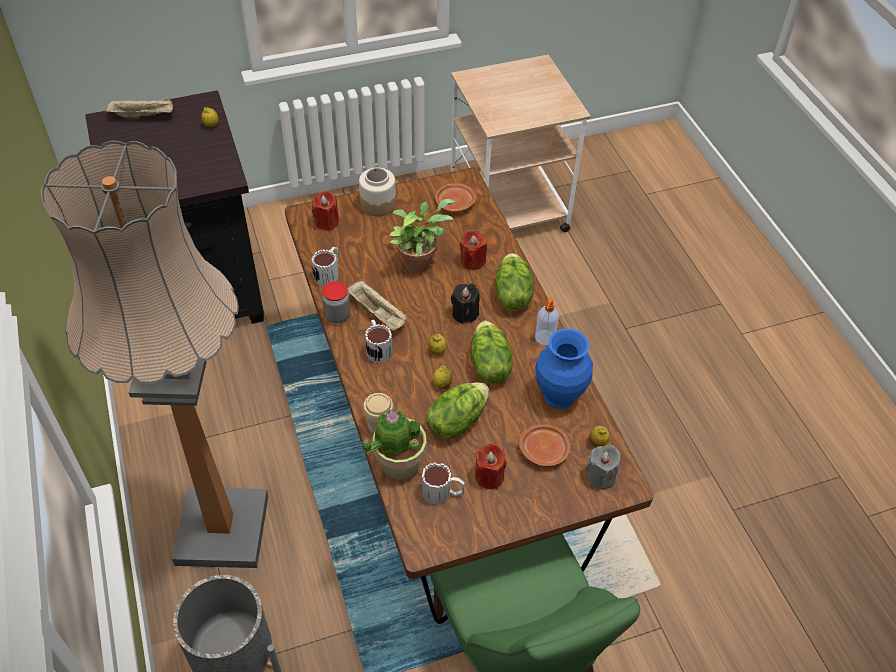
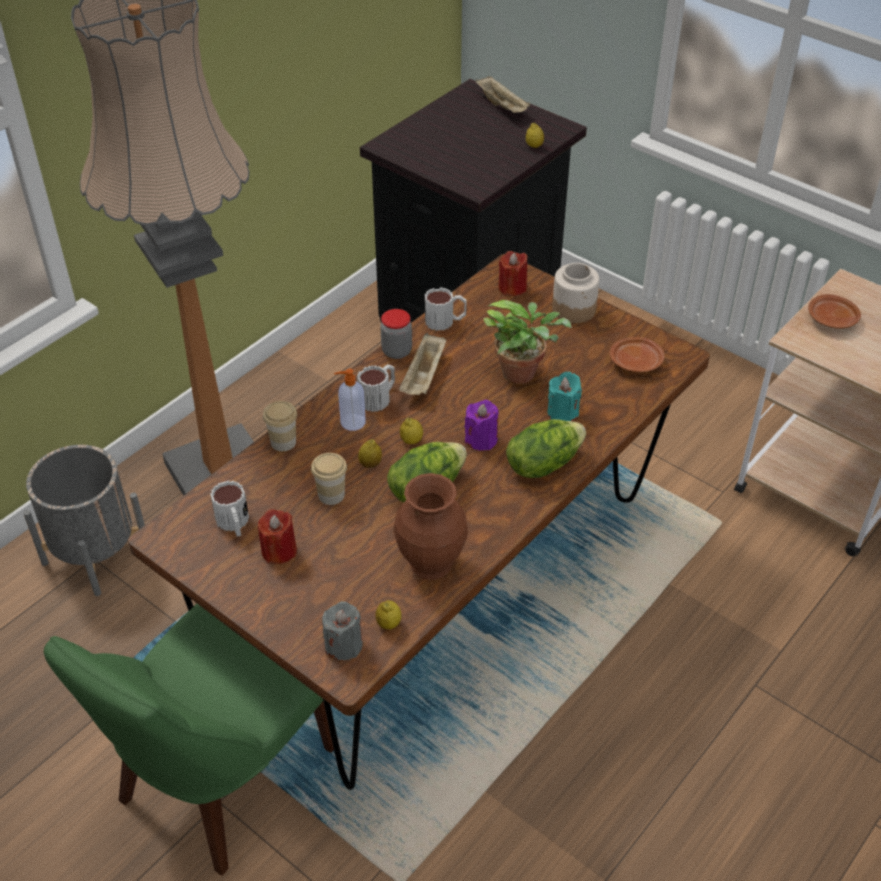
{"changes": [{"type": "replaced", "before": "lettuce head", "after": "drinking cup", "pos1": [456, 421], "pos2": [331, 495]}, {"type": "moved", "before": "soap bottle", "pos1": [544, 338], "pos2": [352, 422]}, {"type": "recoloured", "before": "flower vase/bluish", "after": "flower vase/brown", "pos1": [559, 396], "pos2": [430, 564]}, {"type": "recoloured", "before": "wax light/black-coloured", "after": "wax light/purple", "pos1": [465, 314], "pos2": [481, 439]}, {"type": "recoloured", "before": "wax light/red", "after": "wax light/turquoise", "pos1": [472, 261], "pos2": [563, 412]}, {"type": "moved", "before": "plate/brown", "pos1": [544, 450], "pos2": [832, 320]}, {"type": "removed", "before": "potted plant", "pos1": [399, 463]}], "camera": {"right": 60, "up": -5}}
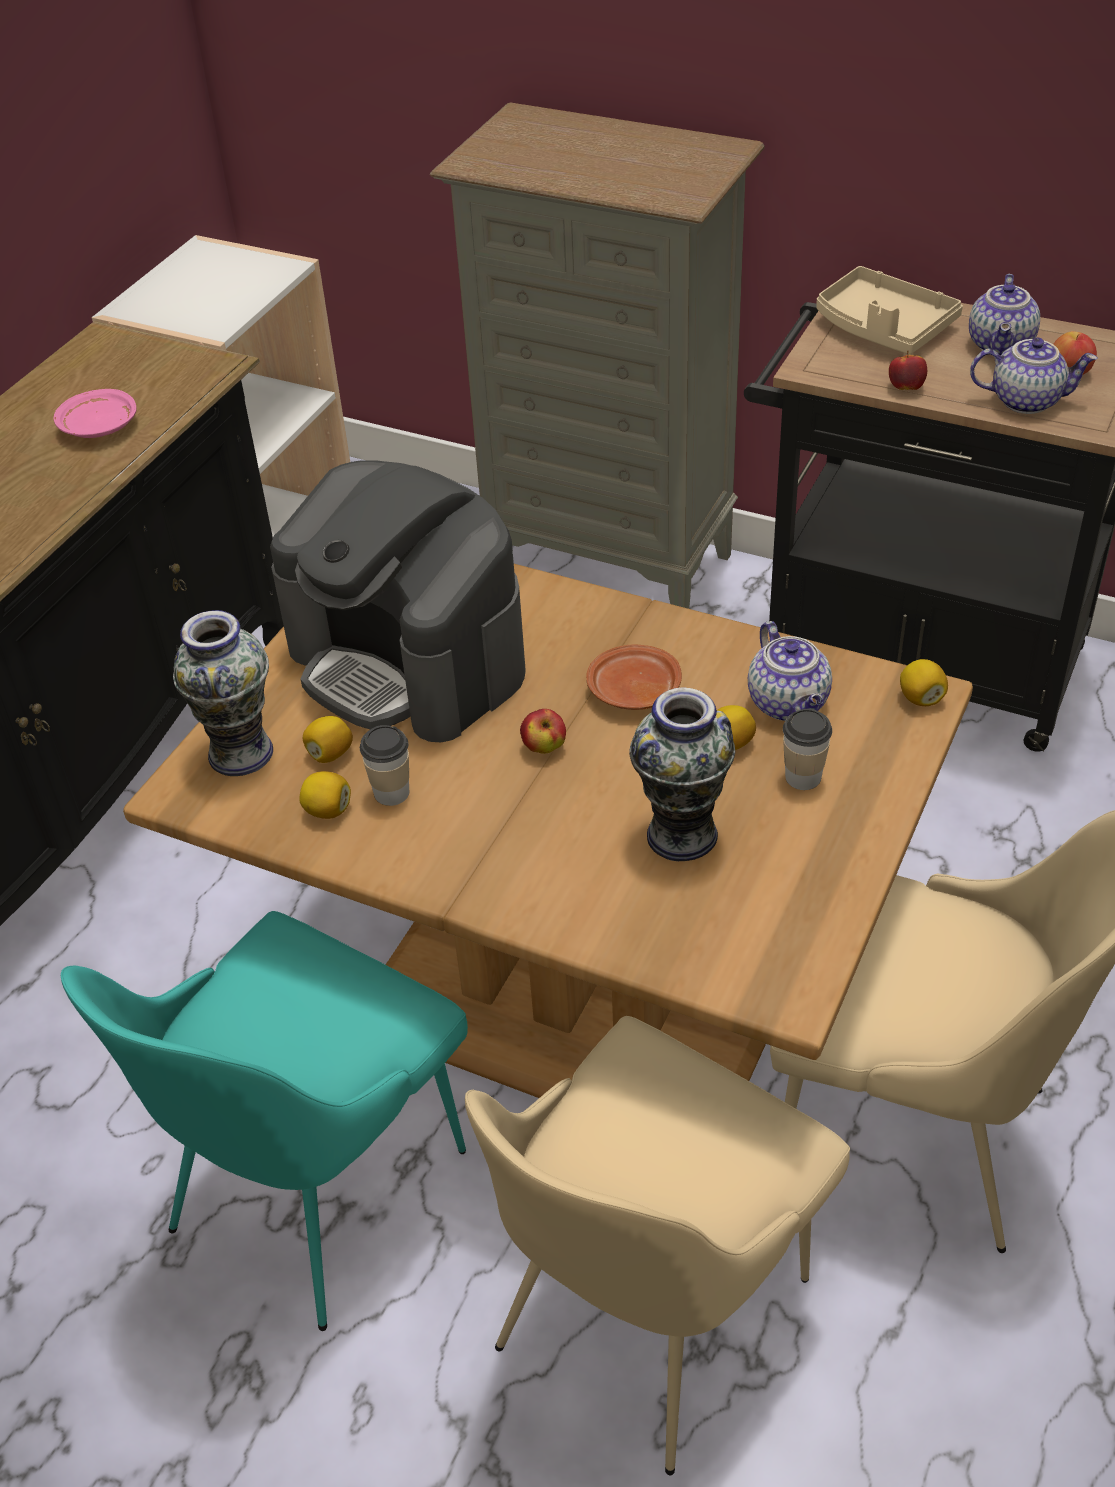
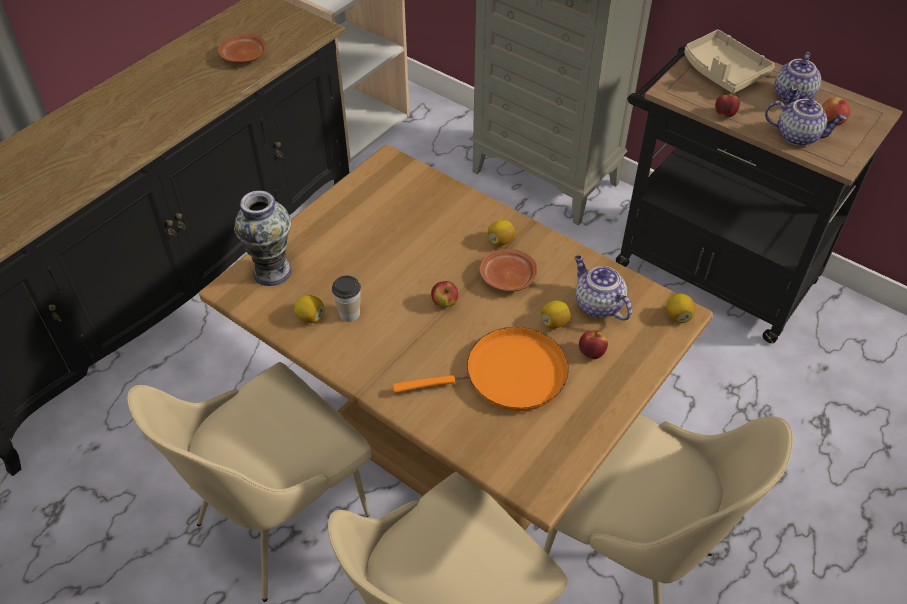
{"changes": [{"type": "recoloured", "before": "plain chair/turquoise", "after": "plain chair/beige-coloured", "pos1": [318, 1193], "pos2": [282, 521]}, {"type": "recoloured", "before": "plate/pinkish", "after": "plate/brown", "pos1": [99, 427], "pos2": [243, 56]}, {"type": "replaced", "before": "flower vase", "after": "frying pan/orangey", "pos1": [682, 835], "pos2": [508, 375]}, {"type": "moved", "before": "citrus fruit", "pos1": [330, 754], "pos2": [500, 241]}, {"type": "turned", "before": "teapot", "pos1": [789, 704], "pos2": [597, 304], "turn": 150}, {"type": "replaced", "before": "drinking cup", "after": "whole apple", "pos1": [803, 777], "pos2": [591, 353]}, {"type": "removed", "before": "coffee machine", "pos1": [409, 661]}], "camera": {"right": 10, "up": 5}}
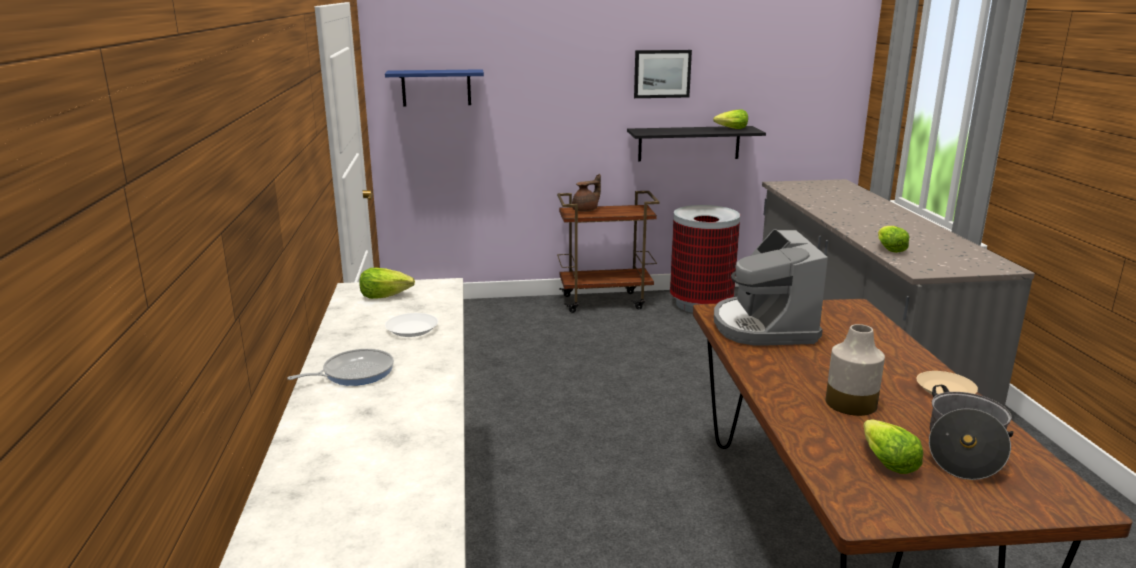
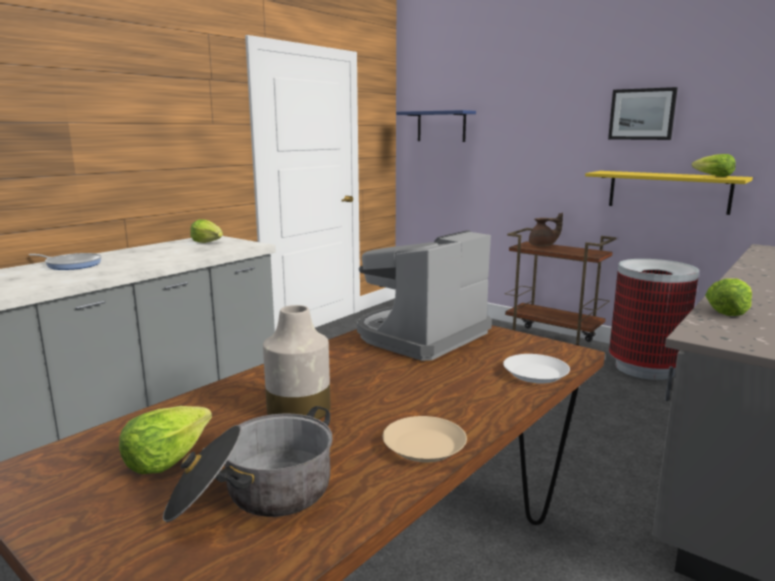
{"changes": [{"type": "moved", "before": "plate/whitish", "pos1": [411, 329], "pos2": [535, 374]}, {"type": "recoloured", "before": "bracket shelf/black-coloured", "after": "bracket shelf/yellow", "pos1": [689, 143], "pos2": [668, 191]}], "camera": {"right": 45, "up": -5}}
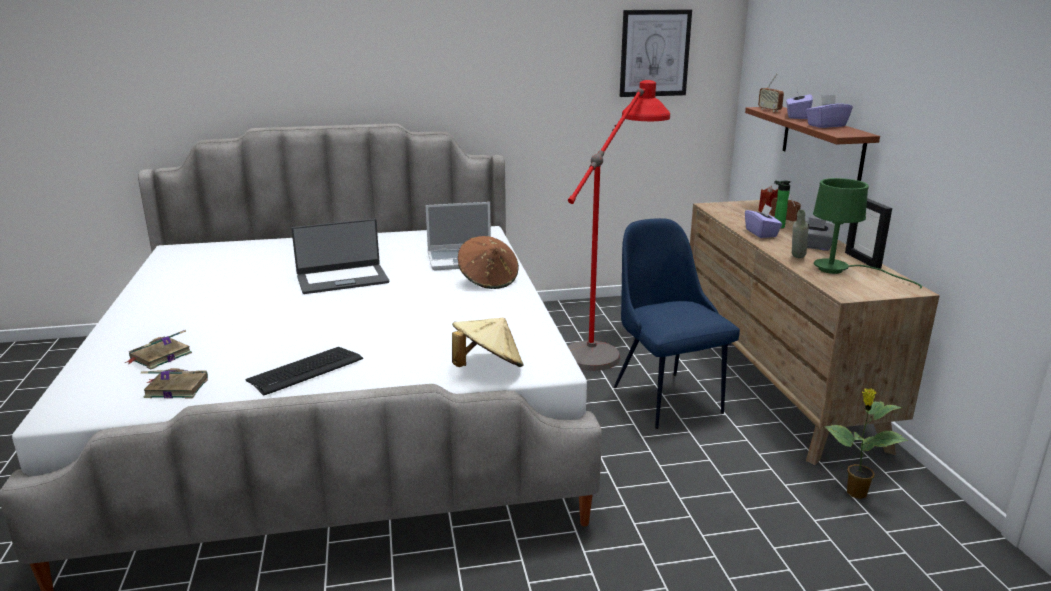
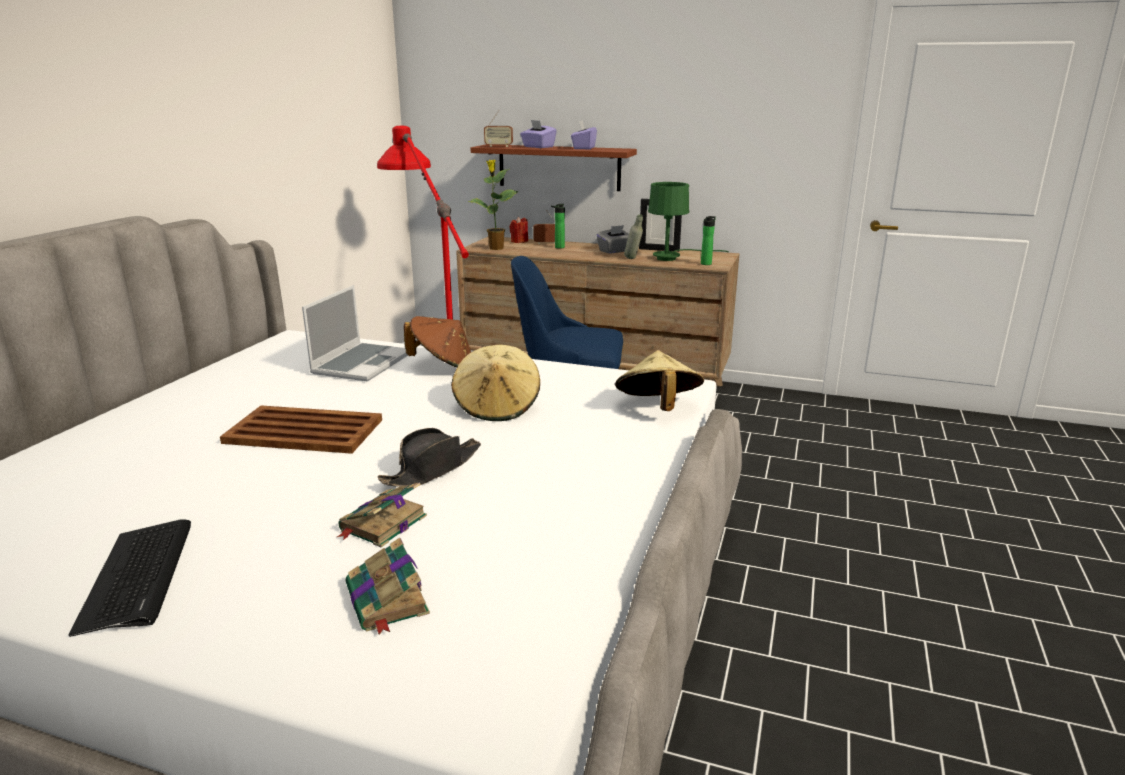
{"changes": [{"type": "moved", "before": "keyboard", "pos1": [305, 371], "pos2": [138, 576]}, {"type": "replaced", "before": "portable computer", "after": "carrying tray/brown", "pos1": [342, 279], "pos2": [303, 431]}, {"type": "moved", "before": "bound book", "pos1": [175, 388], "pos2": [382, 524]}, {"type": "added", "after": "hat/black-coloured", "pos2": [432, 469]}, {"type": "added", "after": "hat/beige-coloured", "pos2": [497, 407]}, {"type": "moved", "before": "potted plant", "pos1": [855, 493], "pos2": [496, 248]}, {"type": "added", "after": "beverage bottle", "pos2": [706, 263]}, {"type": "removed", "before": "wall picture", "pos1": [654, 53]}, {"type": "removed", "before": "tissue holder/purple", "pos1": [761, 233]}], "camera": {"right": -60, "up": 0}}
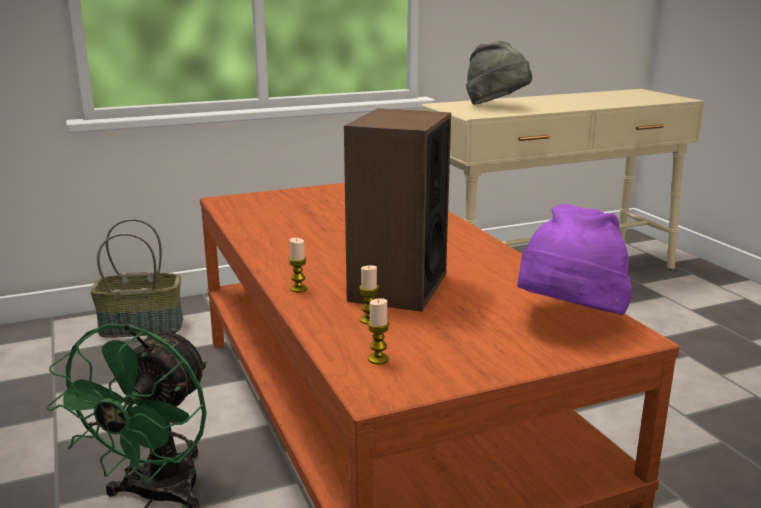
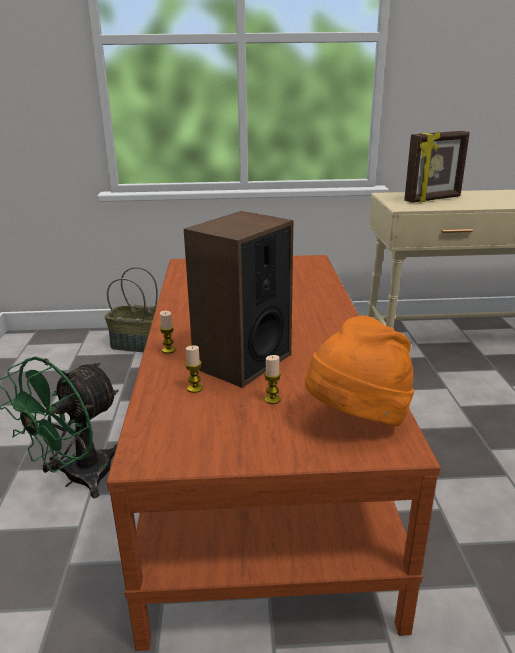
{"changes": [{"type": "moved", "before": "wax light", "pos1": [378, 359], "pos2": [272, 399]}, {"type": "recoloured", "before": "hat/purple", "after": "hat/orangey", "pos1": [568, 320], "pos2": [356, 418]}, {"type": "replaced", "before": "hat/grey", "after": "photo frame", "pos1": [497, 106], "pos2": [433, 199]}], "camera": {"right": 20, "up": 5}}
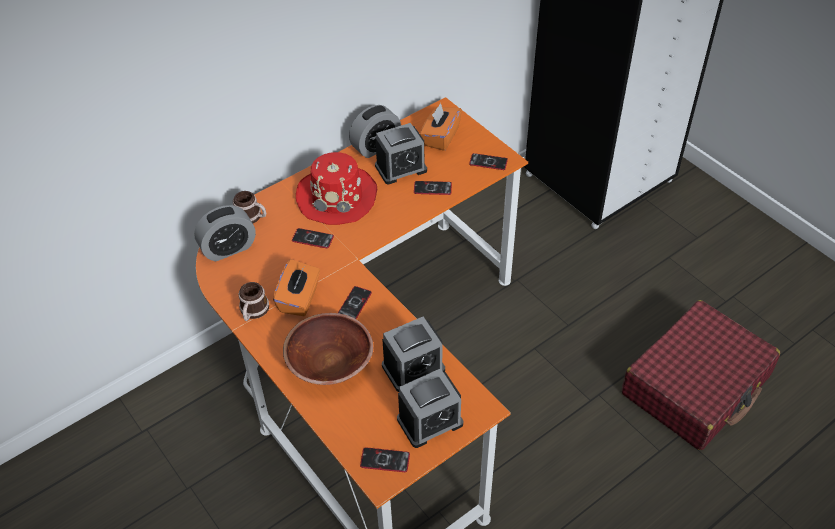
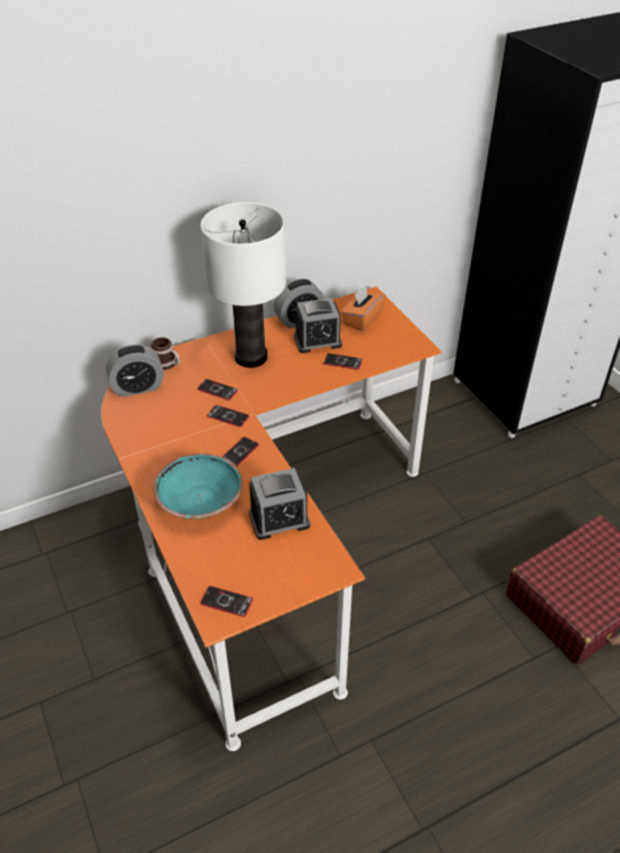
{"changes": [{"type": "recoloured", "before": "deep dish/brown", "after": "deep dish/turquoise", "pos1": [329, 363], "pos2": [199, 502]}, {"type": "replaced", "before": "hat/red", "after": "table lamp/whitish", "pos1": [337, 196], "pos2": [251, 357]}, {"type": "moved", "before": "telephone", "pos1": [488, 162], "pos2": [228, 416]}, {"type": "removed", "before": "tea mug", "pos1": [253, 312]}, {"type": "removed", "before": "tissue holder/orangey", "pos1": [299, 299]}, {"type": "removed", "before": "alarm clock", "pos1": [430, 421]}], "camera": {"right": 10, "up": -5}}
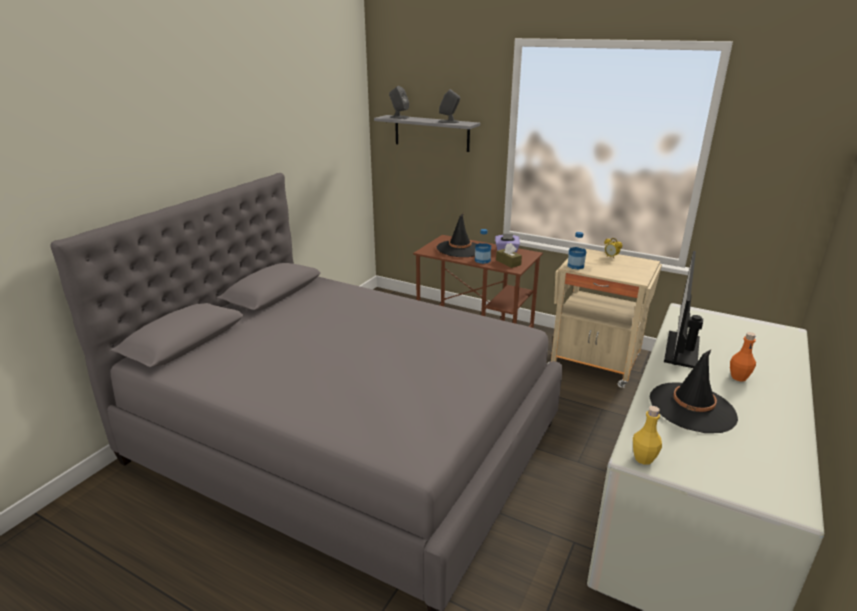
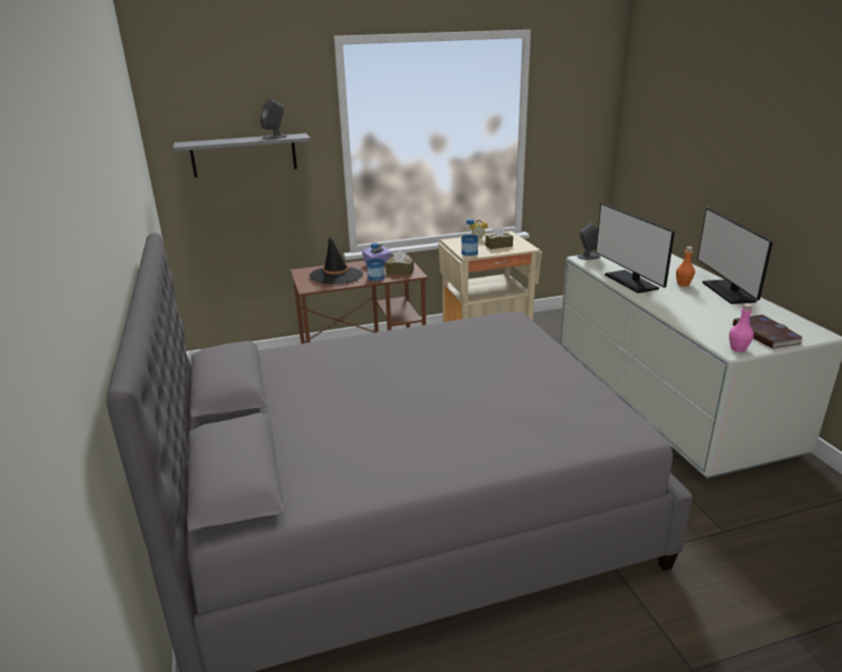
{"changes": [{"type": "added", "after": "tissue holder/brown", "pos2": [499, 246]}, {"type": "moved", "before": "loudspeaker/grey", "pos1": [399, 117], "pos2": [588, 256]}, {"type": "added", "after": "computer screen", "pos2": [728, 292]}, {"type": "recoloured", "before": "beverage bottle/yellow", "after": "beverage bottle/pinkish", "pos1": [643, 458], "pos2": [738, 349]}, {"type": "added", "after": "bound book", "pos2": [765, 334]}, {"type": "removed", "before": "hat/black-coloured", "pos1": [692, 408]}], "camera": {"right": -45, "up": 0}}
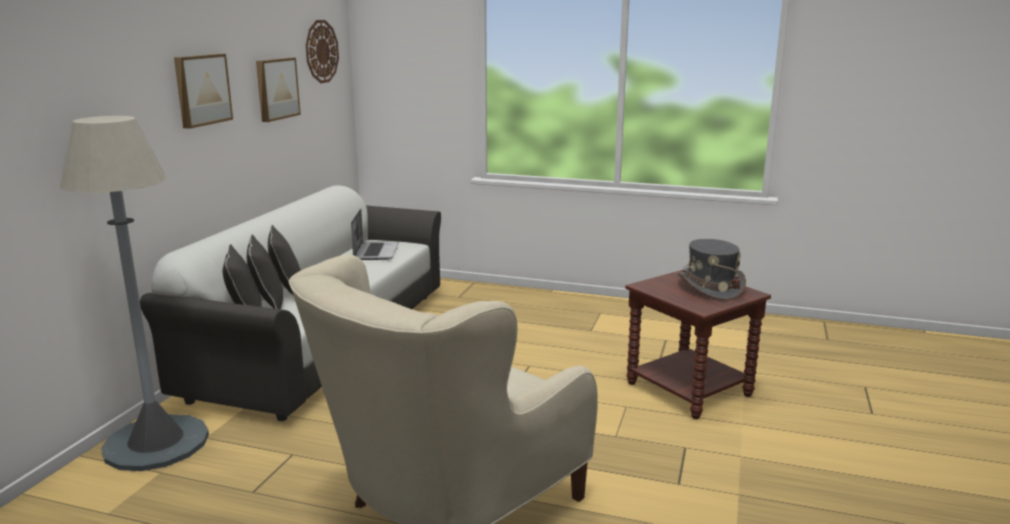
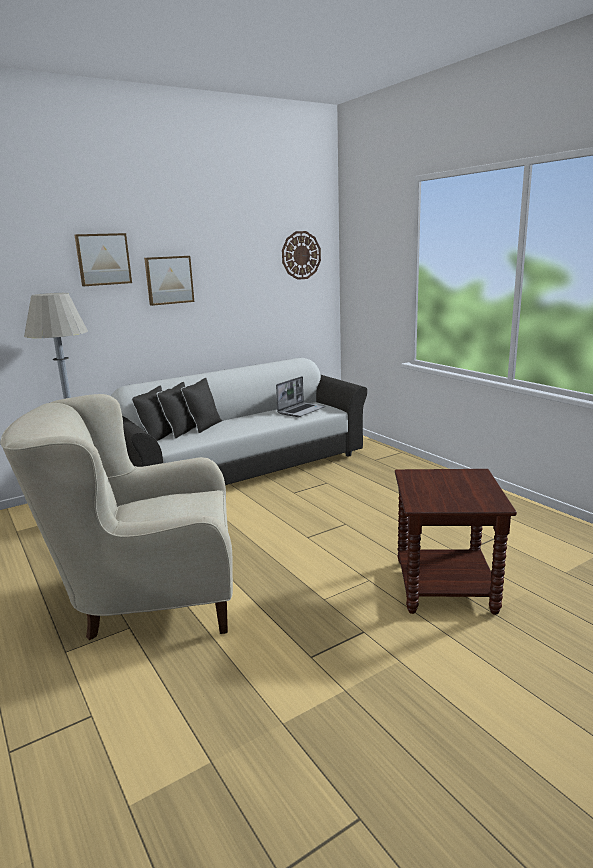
{"changes": [{"type": "moved", "before": "wall picture", "pos1": [276, 88], "pos2": [103, 259]}, {"type": "removed", "before": "hat/grey", "pos1": [710, 287]}], "camera": {"right": 40, "up": 0}}
